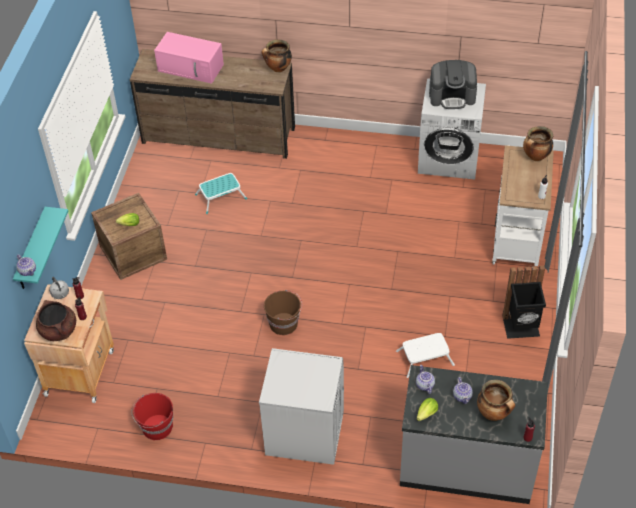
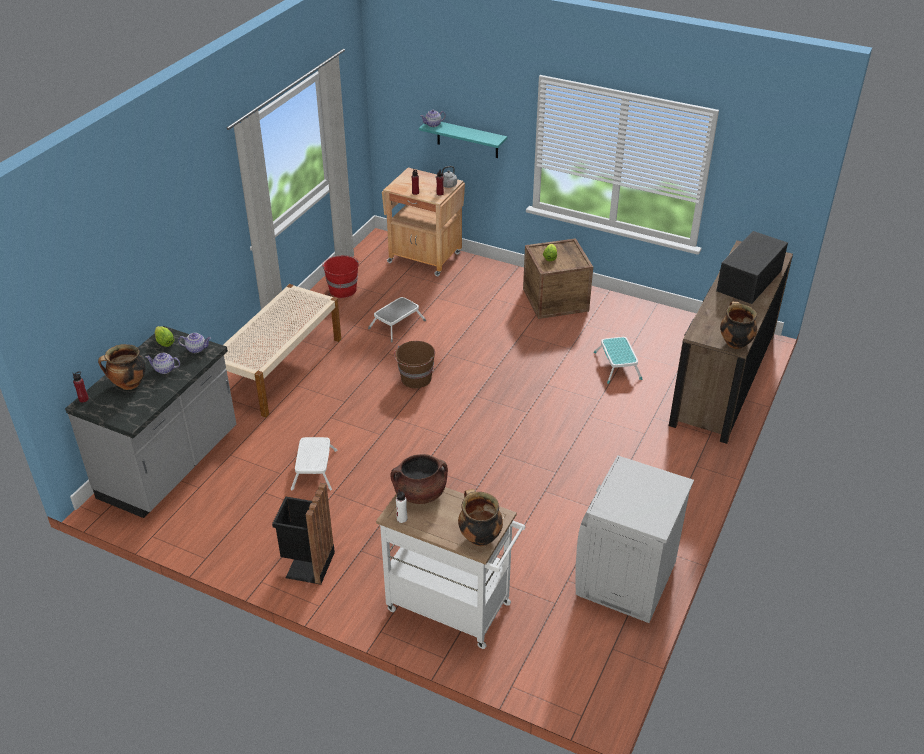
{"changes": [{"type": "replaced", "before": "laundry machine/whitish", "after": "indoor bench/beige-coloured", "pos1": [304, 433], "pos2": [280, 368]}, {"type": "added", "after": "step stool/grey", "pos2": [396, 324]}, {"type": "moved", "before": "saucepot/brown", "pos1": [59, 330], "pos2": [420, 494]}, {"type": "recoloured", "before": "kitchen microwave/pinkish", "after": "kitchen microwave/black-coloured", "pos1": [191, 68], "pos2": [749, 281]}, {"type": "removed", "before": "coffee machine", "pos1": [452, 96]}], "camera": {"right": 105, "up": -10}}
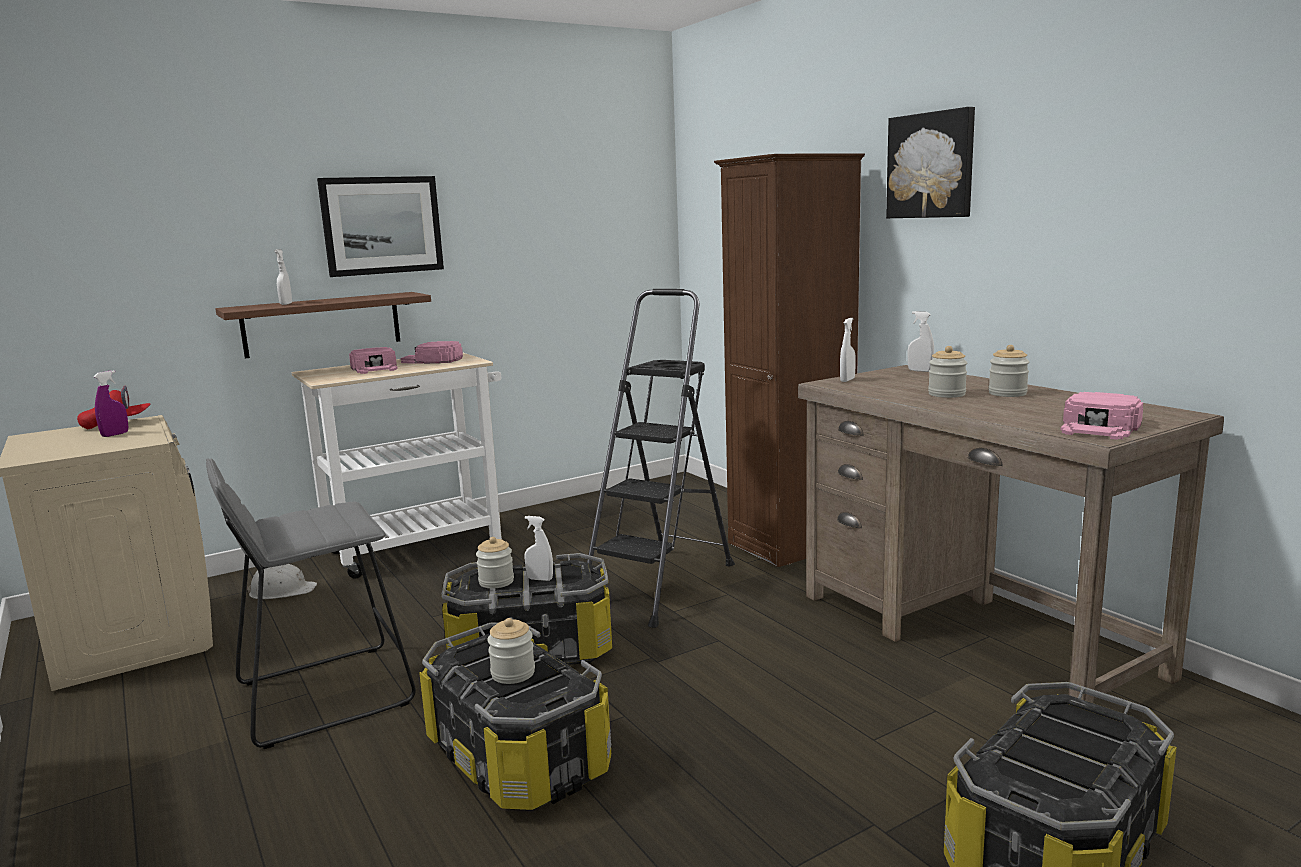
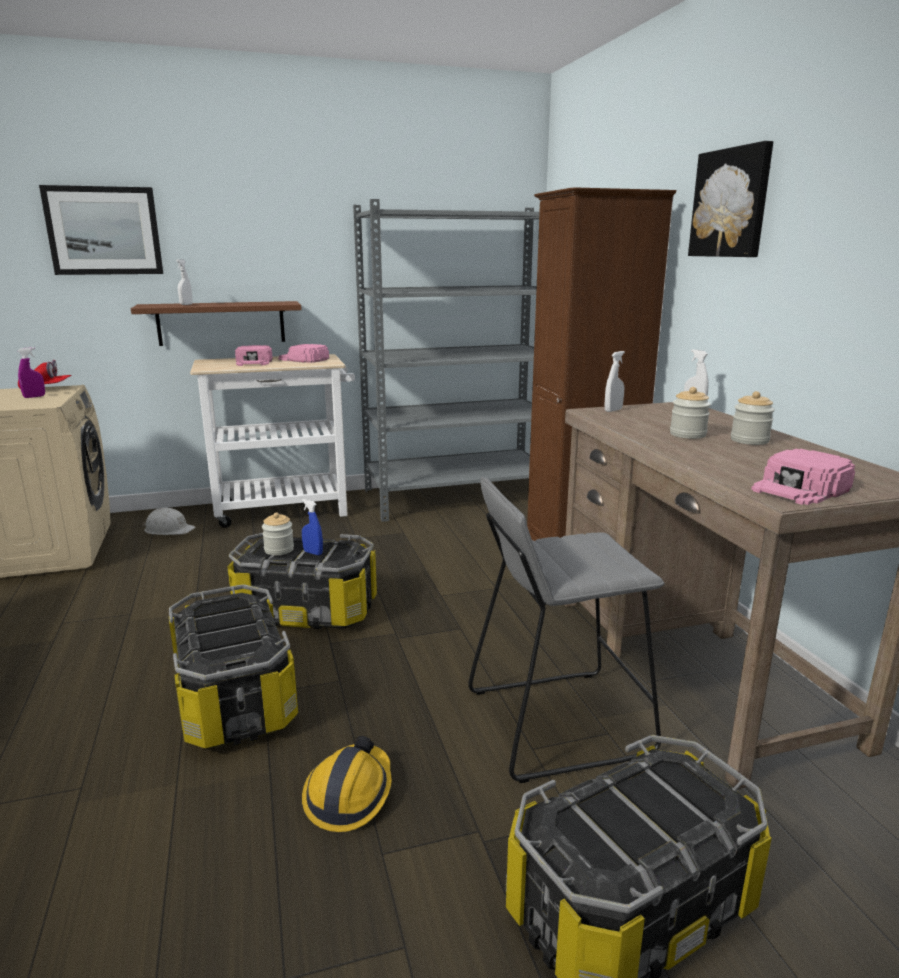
{"changes": [{"type": "moved", "before": "wall picture", "pos1": [382, 225], "pos2": [104, 231]}, {"type": "recoloured", "before": "sprayer/whitish", "after": "sprayer/bluish", "pos1": [540, 579], "pos2": [313, 553]}, {"type": "added", "after": "safety helmet", "pos2": [349, 794]}, {"type": "added", "after": "shelving unit/grey", "pos2": [458, 496]}, {"type": "moved", "before": "sitting stool/grey", "pos1": [324, 693], "pos2": [557, 721]}, {"type": "removed", "before": "jar", "pos1": [513, 673]}, {"type": "removed", "before": "step stool", "pos1": [660, 584]}], "camera": {"right": 15, "up": 5}}
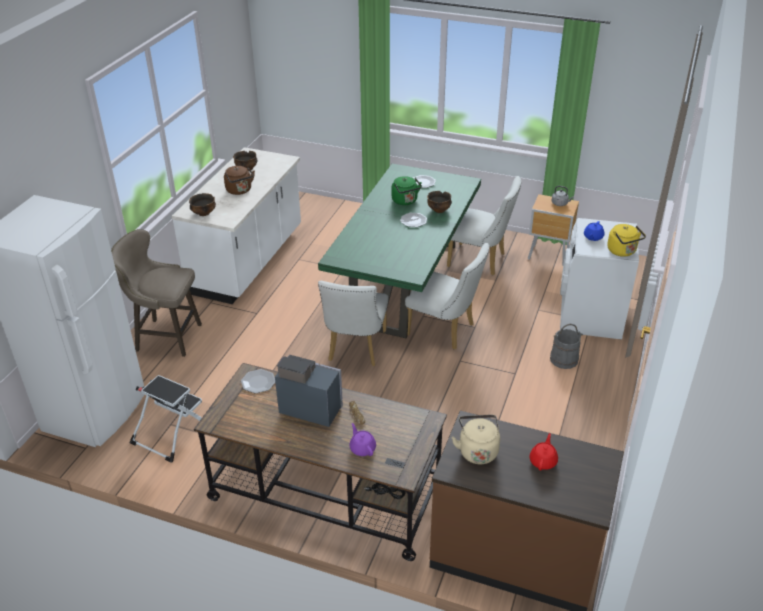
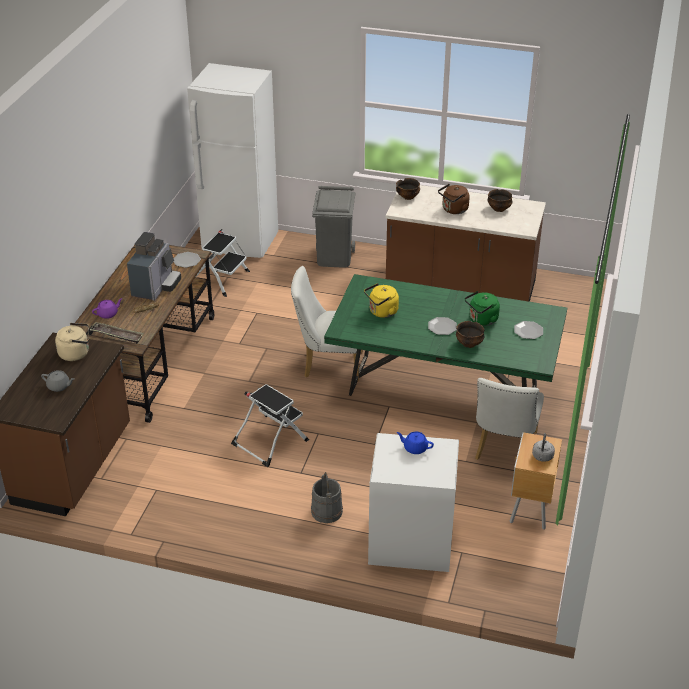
{"changes": [{"type": "recoloured", "before": "teapot/red", "after": "teapot/grey", "pos1": [543, 461], "pos2": [59, 386]}, {"type": "added", "after": "carrying tray", "pos2": [117, 335]}, {"type": "added", "after": "step stool", "pos2": [270, 440]}, {"type": "replaced", "before": "sitting stool/beige-coloured", "after": "rubbish bin/grey", "pos1": [165, 337], "pos2": [334, 257]}, {"type": "moved", "before": "tea kettle/yellow", "pos1": [623, 251], "pos2": [382, 312]}, {"type": "recoloured", "before": "kitchen counter/whitish", "after": "kitchen counter/brown", "pos1": [248, 261], "pos2": [460, 286]}, {"type": "removed", "before": "plain chair/whitish", "pos1": [445, 331]}], "camera": {"right": 85, "up": 0}}
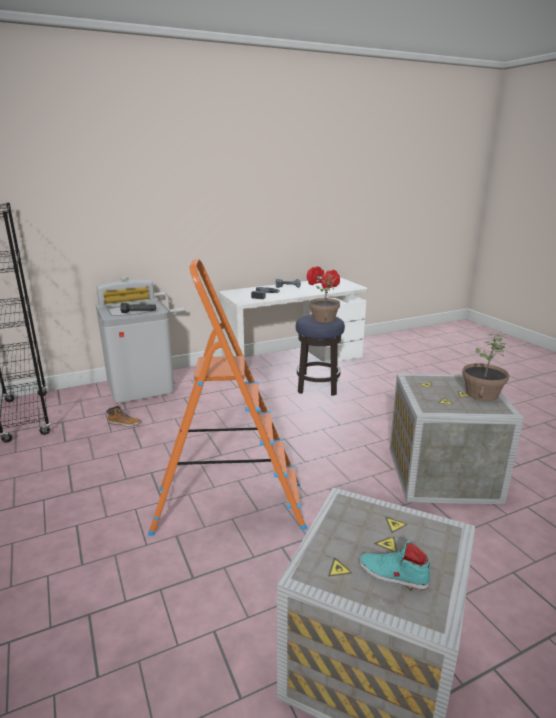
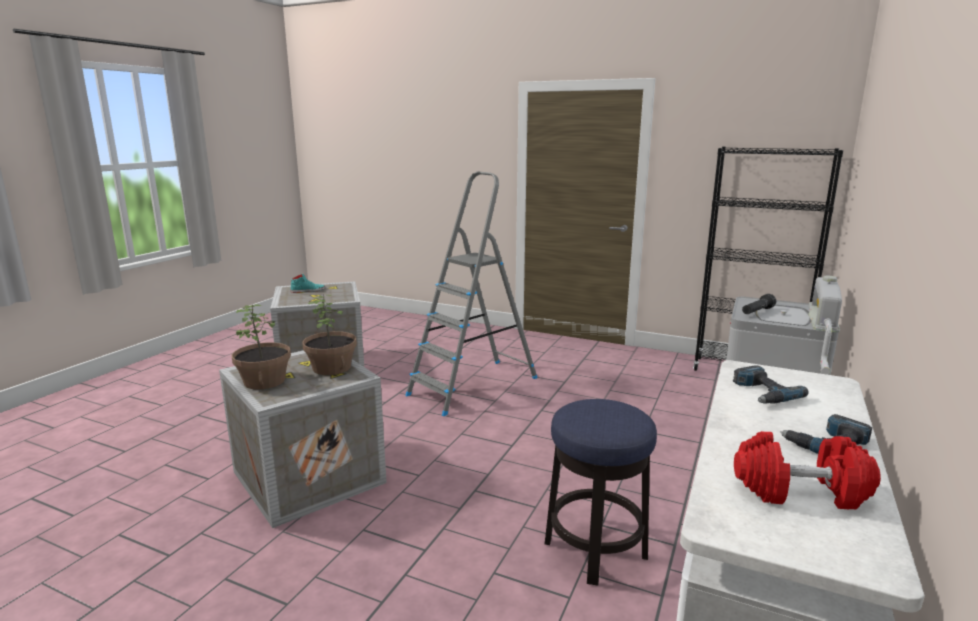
{"changes": [{"type": "moved", "before": "potted plant", "pos1": [323, 319], "pos2": [332, 368]}, {"type": "recoloured", "before": "step stool/orangey", "after": "step stool/grey", "pos1": [230, 507], "pos2": [473, 386]}, {"type": "removed", "before": "boot", "pos1": [124, 423]}], "camera": {"right": 140, "up": -5}}
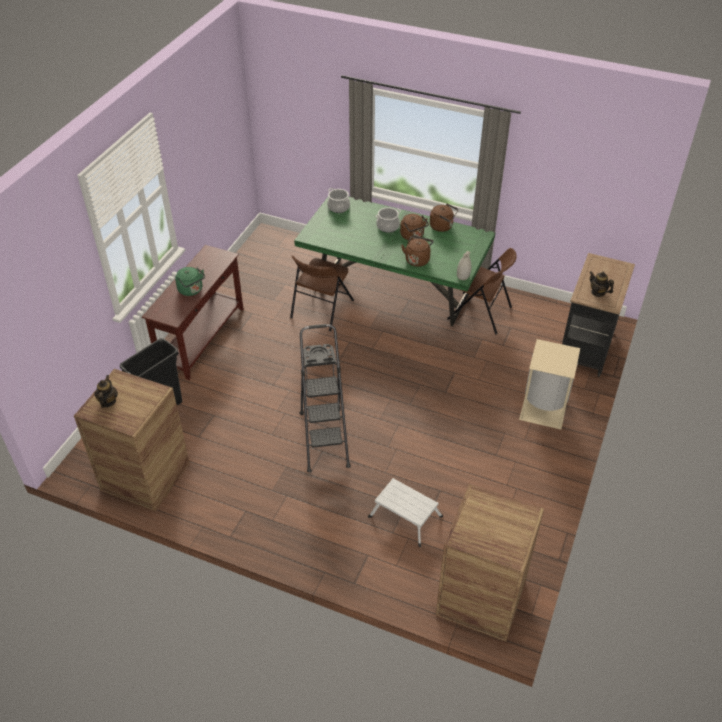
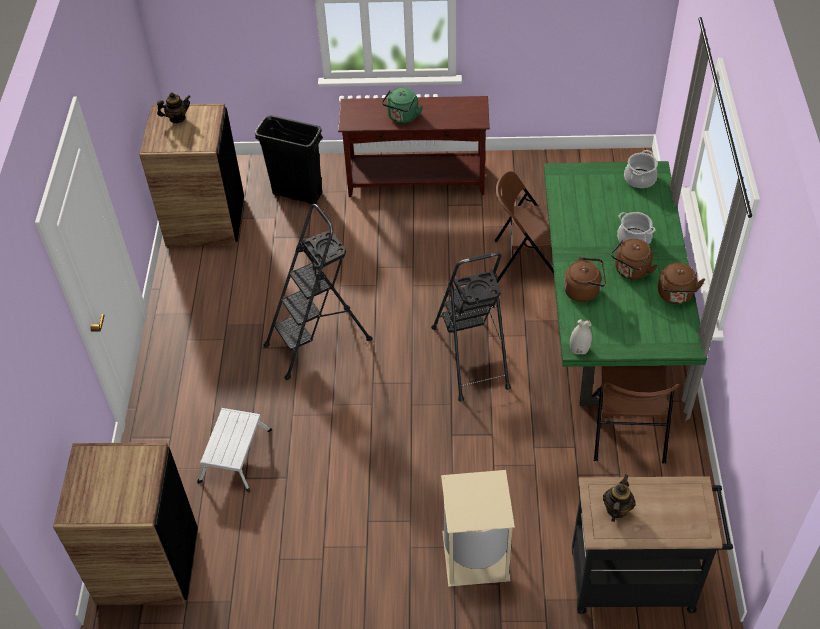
{"changes": [{"type": "added", "after": "step stool", "pos2": [470, 358]}], "camera": {"right": 70, "up": 5}}
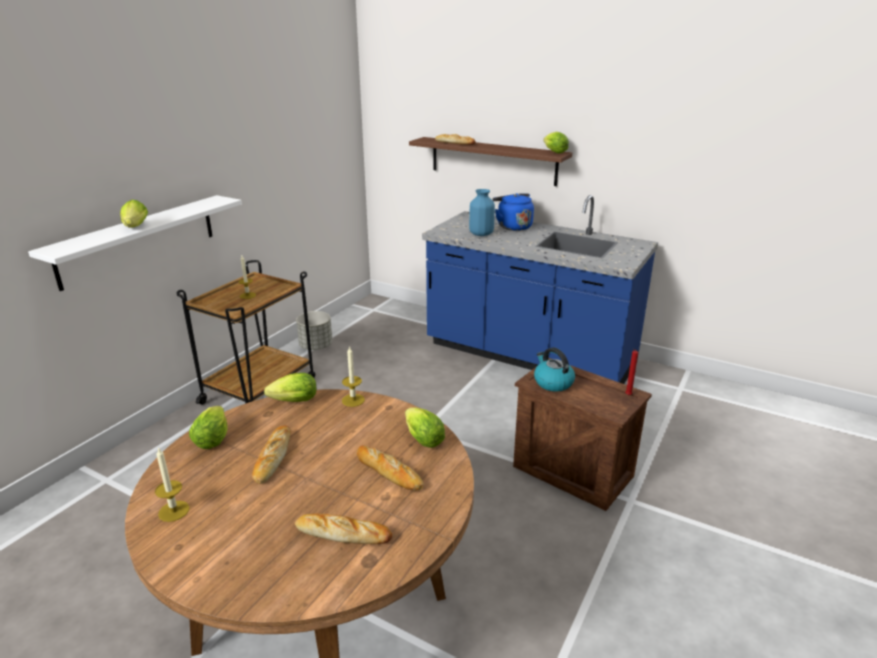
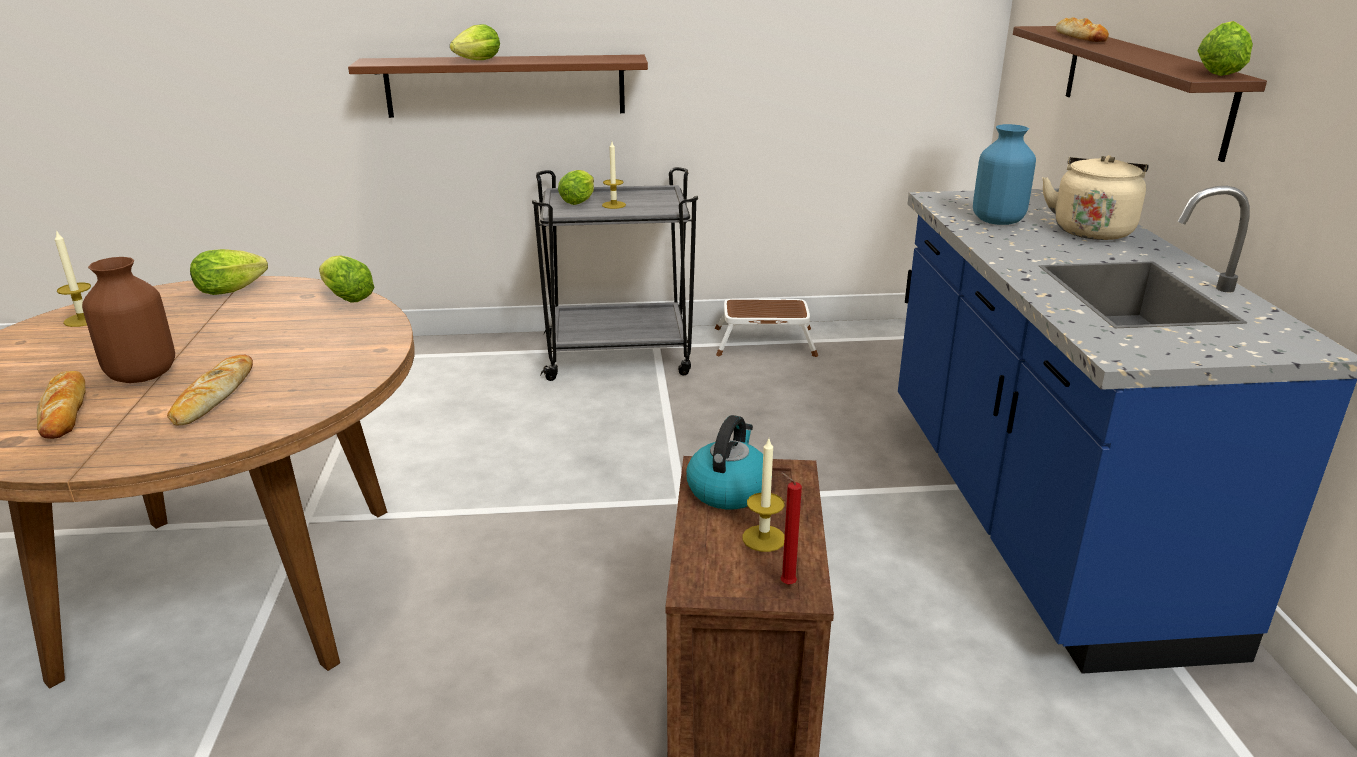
{"changes": [{"type": "added", "after": "flower vase/brown", "pos2": [143, 375]}, {"type": "recoloured", "before": "bracket shelf/whitish", "after": "bracket shelf/brown", "pos1": [139, 240], "pos2": [505, 86]}, {"type": "recoloured", "before": "trolley/brown", "after": "trolley/grey", "pos1": [260, 390], "pos2": [619, 355]}, {"type": "moved", "before": "lettuce head", "pos1": [422, 438], "pos2": [579, 201]}, {"type": "replaced", "before": "planter/grey", "after": "step stool/brown", "pos1": [316, 346], "pos2": [765, 342]}, {"type": "moved", "before": "wax light", "pos1": [353, 400], "pos2": [763, 538]}, {"type": "recoloured", "before": "tea kettle/bluish", "after": "tea kettle/beige-coloured", "pos1": [512, 226], "pos2": [1092, 230]}, {"type": "removed", "before": "bakery bread", "pos1": [272, 457]}], "camera": {"right": 55, "up": 0}}
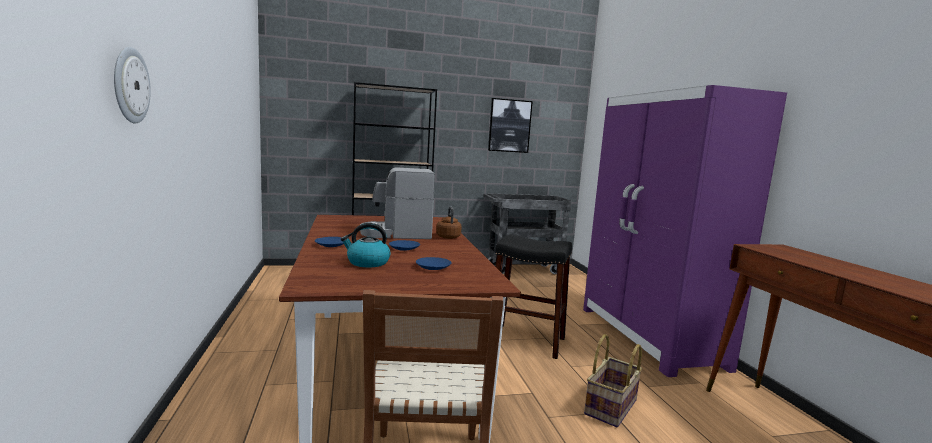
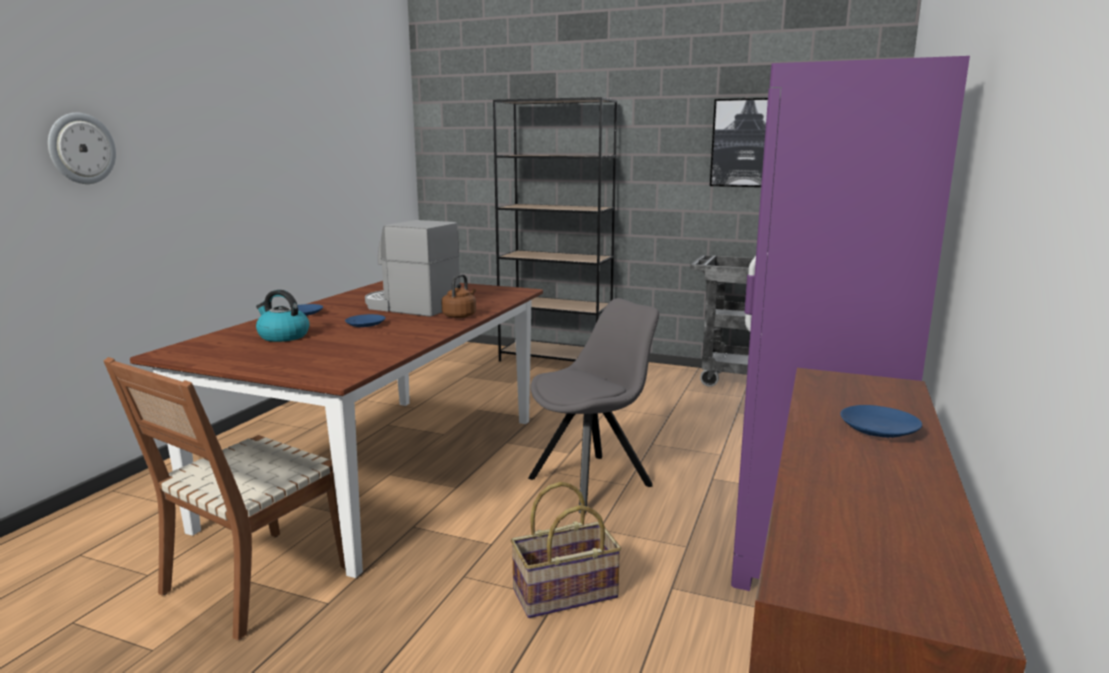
{"changes": [{"type": "replaced", "before": "sitting stool/black-coloured", "after": "plain chair/grey", "pos1": [526, 341], "pos2": [591, 482]}, {"type": "moved", "before": "plate/bluish", "pos1": [433, 267], "pos2": [878, 430]}], "camera": {"right": 35, "up": 5}}
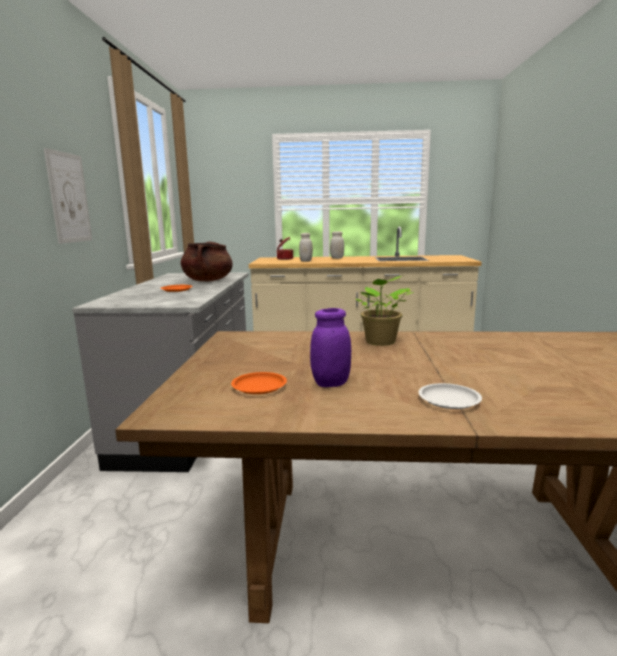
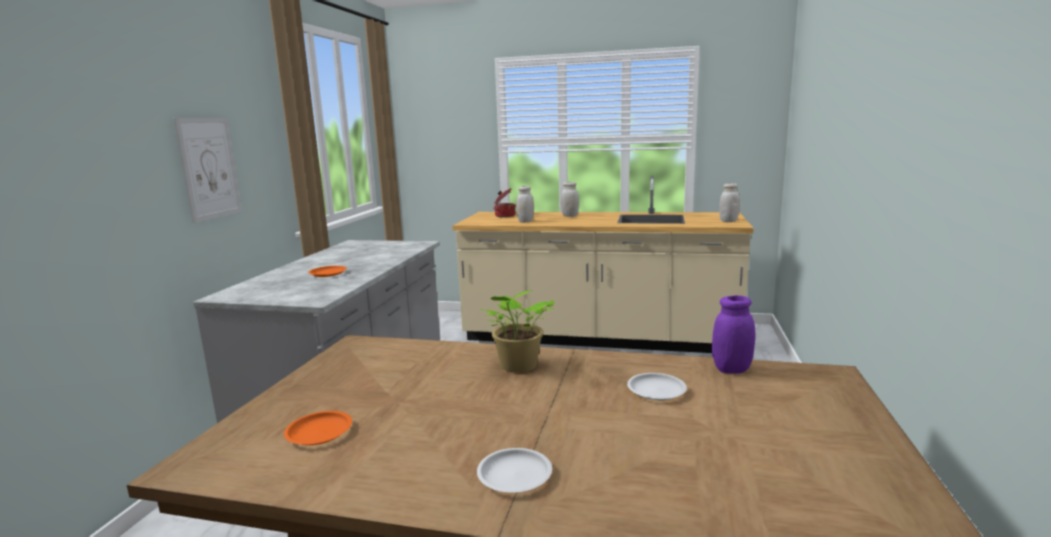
{"changes": [{"type": "added", "after": "plate/whitish", "pos2": [655, 390]}, {"type": "moved", "before": "jar/purple", "pos1": [331, 383], "pos2": [731, 369]}, {"type": "added", "after": "jar/whitish", "pos2": [728, 221]}, {"type": "removed", "before": "saucepot/brown", "pos1": [208, 280]}], "camera": {"right": 10, "up": 0}}
